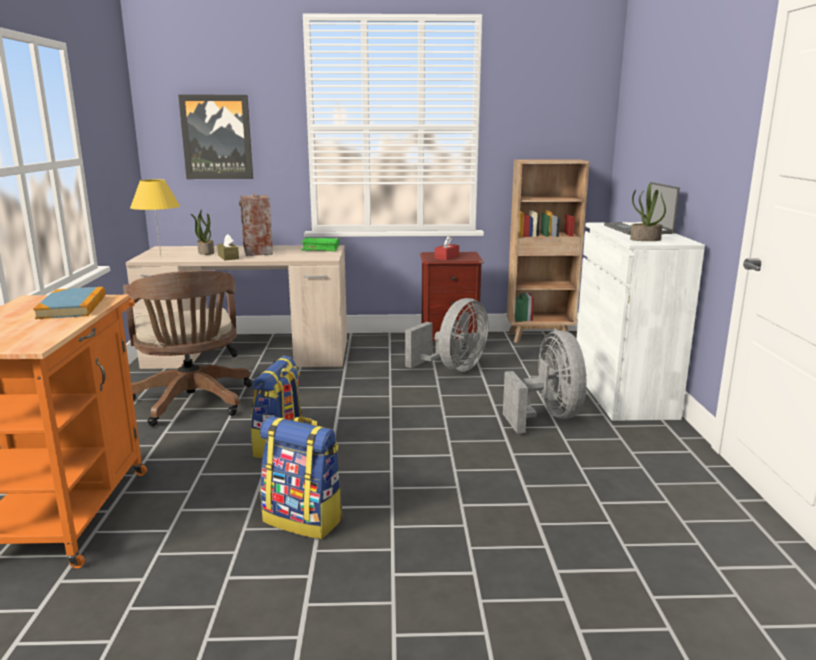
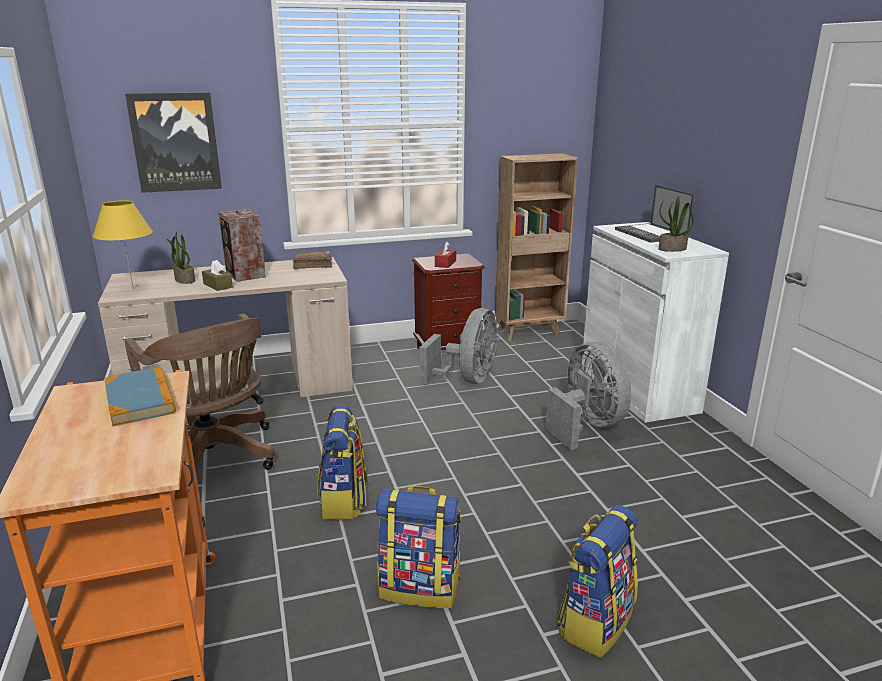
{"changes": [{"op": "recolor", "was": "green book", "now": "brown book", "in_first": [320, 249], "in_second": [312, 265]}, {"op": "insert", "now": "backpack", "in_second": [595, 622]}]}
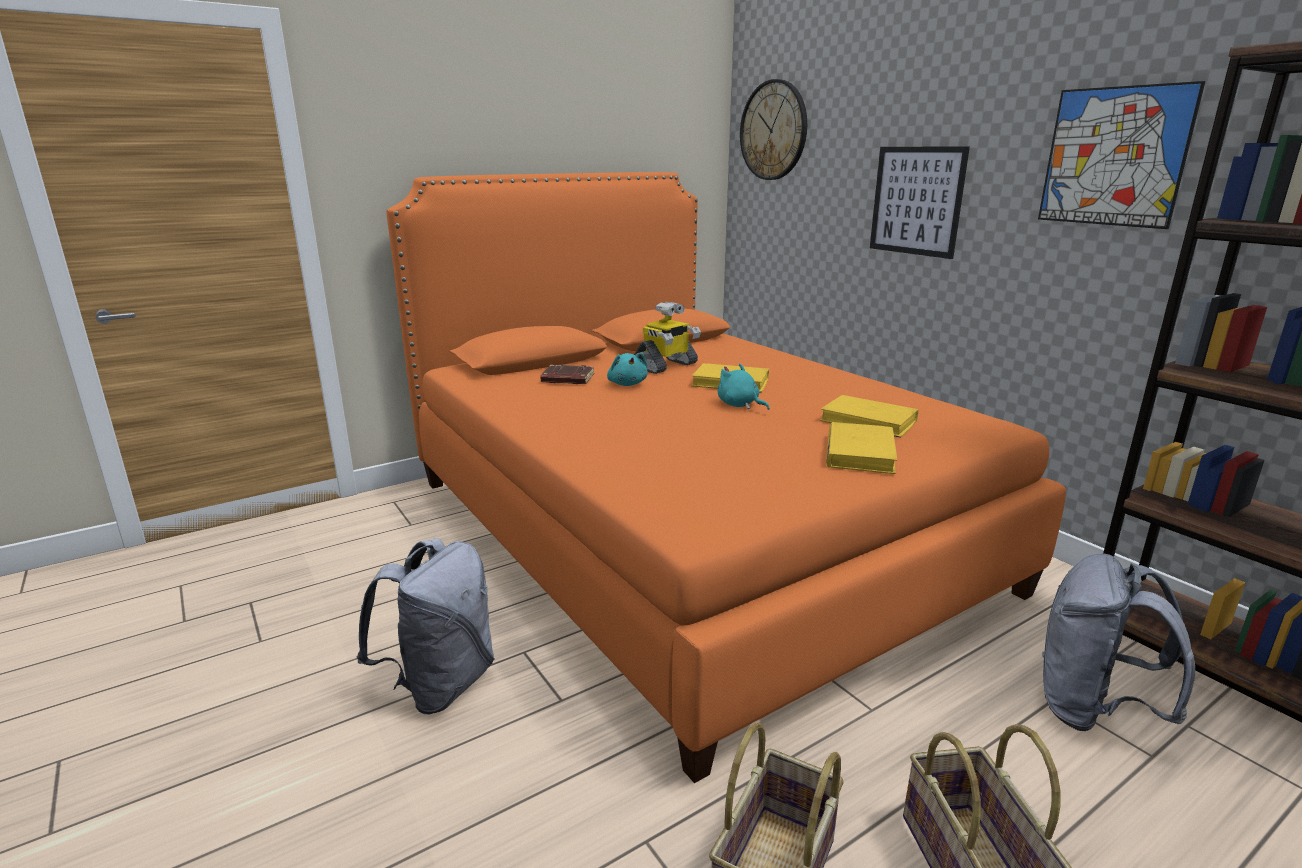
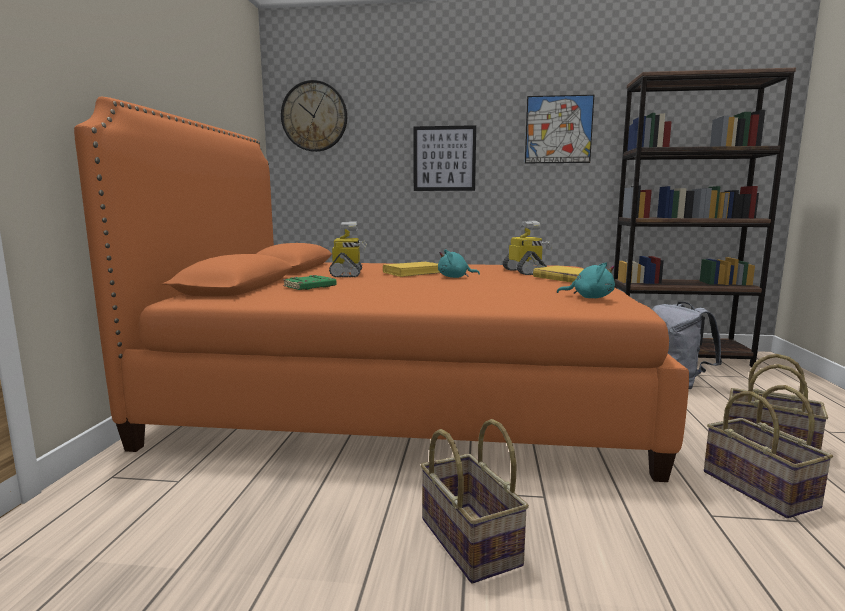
{"changes": [{"op": "replace", "was": "grey backpack", "now": "basket", "in_first": [441, 685], "in_second": [467, 541]}, {"op": "recolor", "was": "brown book", "now": "green book", "in_first": [567, 379], "in_second": [310, 287]}, {"op": "move", "was": "turquoise plush toy", "in_first": [627, 384], "in_second": [589, 297]}, {"op": "replace", "was": "yellow book", "now": "toy robot", "in_first": [869, 421], "in_second": [525, 272]}]}
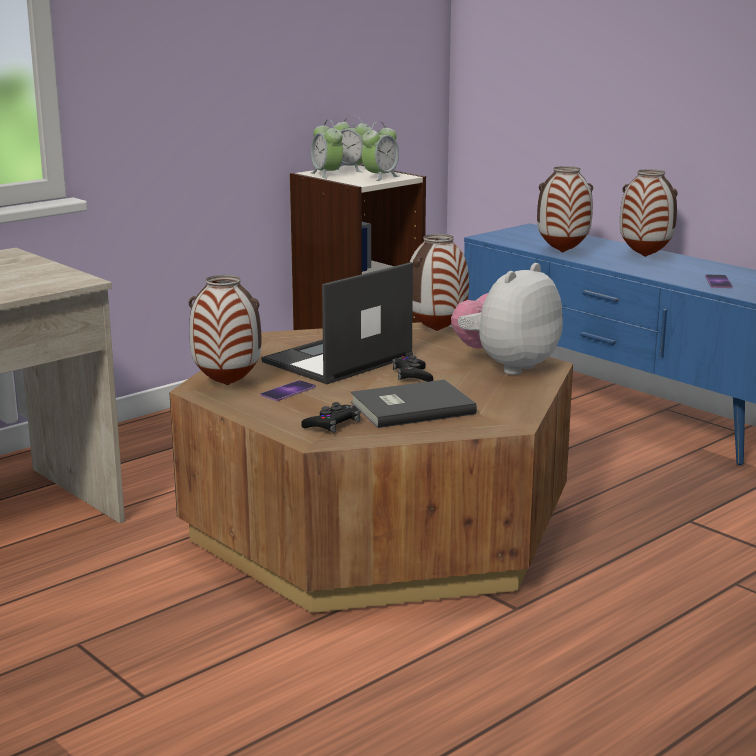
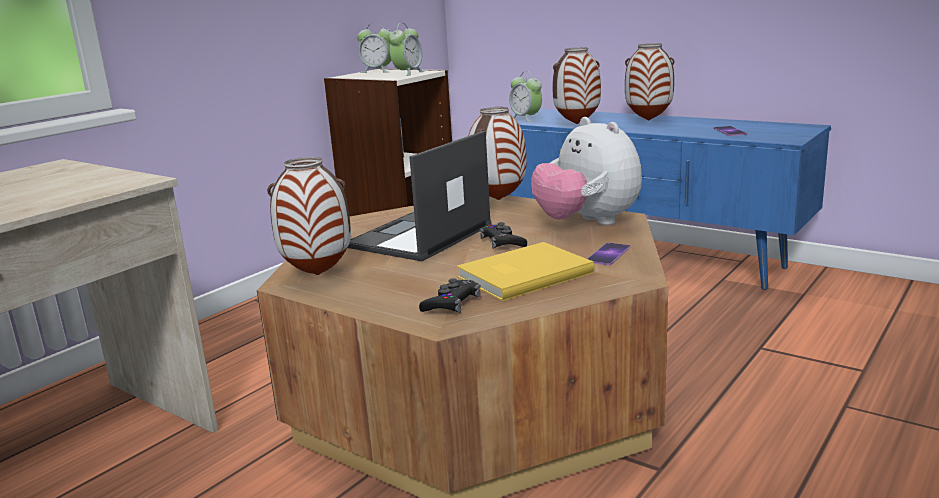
{"changes": [{"op": "move", "was": "phone", "in_first": [288, 391], "in_second": [608, 254]}, {"op": "move", "was": "alarm clock", "in_first": [327, 174], "in_second": [526, 119]}, {"op": "recolor", "was": "grey book", "now": "yellow book", "in_first": [409, 407], "in_second": [521, 274]}, {"op": "rotate", "was": "plush toy", "in_first": [507, 366], "in_second": [587, 223], "clockwise": -60}]}
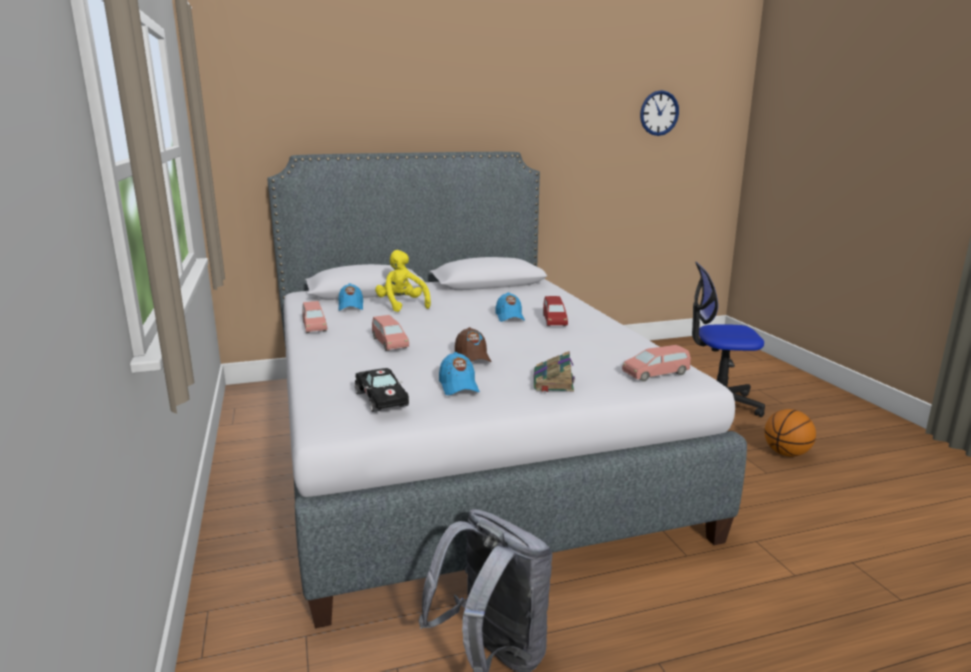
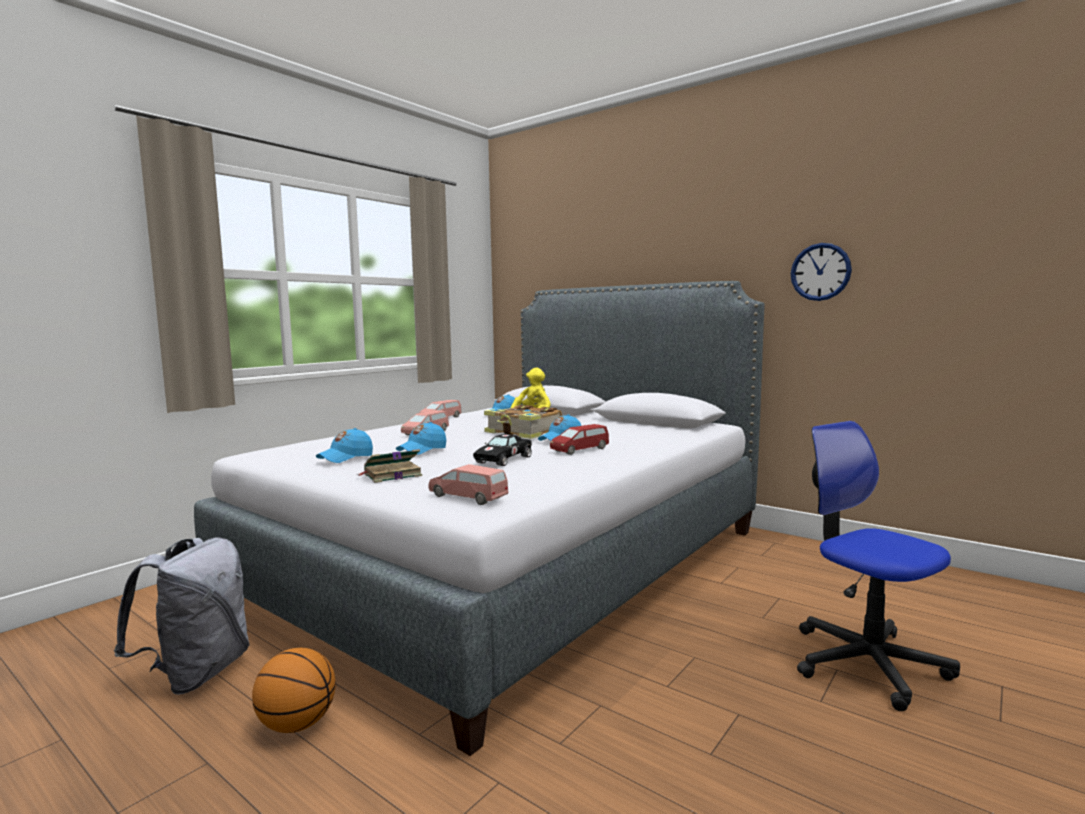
{"changes": [{"op": "move", "was": "black toy car", "in_first": [381, 398], "in_second": [504, 459]}, {"op": "recolor", "was": "brown cap", "now": "blue cap", "in_first": [472, 357], "in_second": [422, 450]}, {"op": "move", "was": "wall clock", "in_first": [659, 113], "in_second": [820, 272]}, {"op": "move", "was": "basketball", "in_first": [786, 453], "in_second": [297, 724]}, {"op": "insert", "now": "book", "in_second": [523, 433]}]}
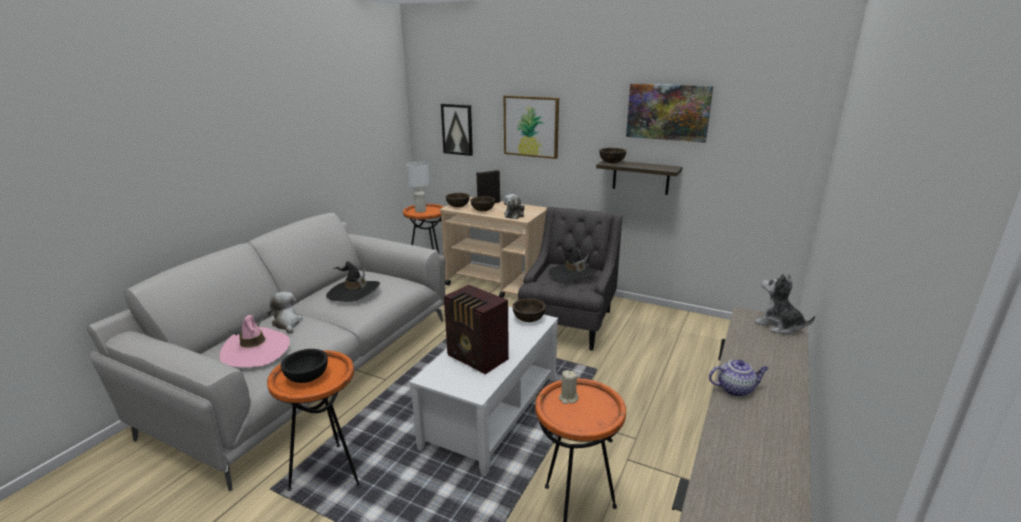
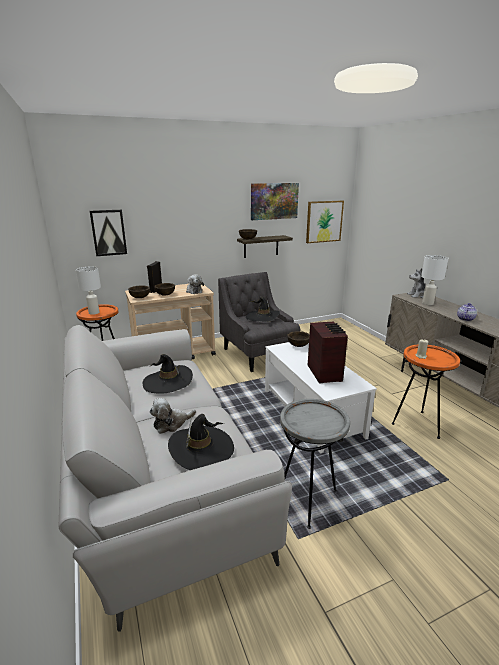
{"changes": [{"op": "recolor", "was": "pink hat", "now": "black hat", "in_first": [255, 351], "in_second": [201, 449]}, {"op": "rotate", "was": "plush toy", "in_first": [287, 323], "in_second": [171, 423], "clockwise": -45}, {"op": "recolor", "was": "orange side table", "now": "grey side table", "in_first": [329, 473], "in_second": [308, 501]}, {"op": "delete", "was": "black bowl", "in_first": [307, 377]}, {"op": "rotate", "was": "radio", "in_first": [477, 358], "in_second": [325, 373], "clockwise": -90}, {"op": "move", "was": "picture", "in_first": [531, 126], "in_second": [324, 221]}, {"op": "insert", "now": "white table lamp", "in_second": [427, 303]}]}
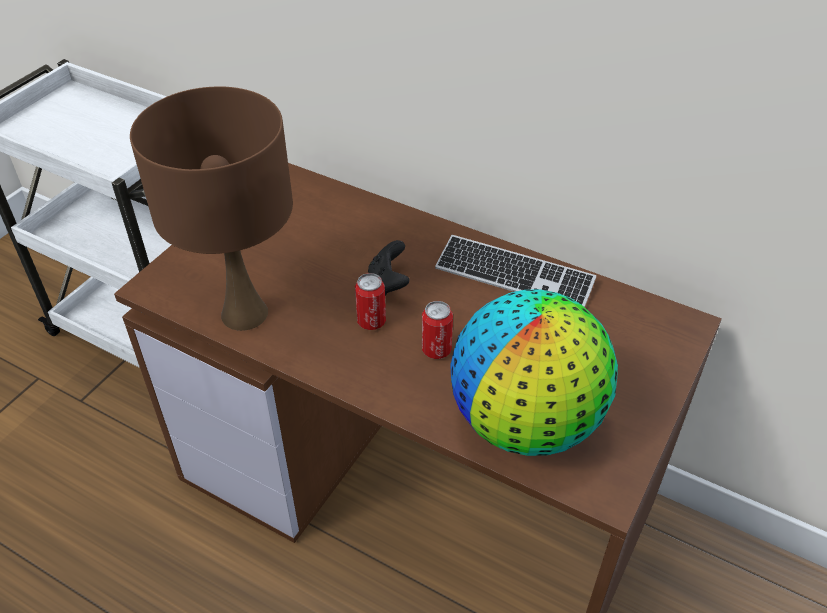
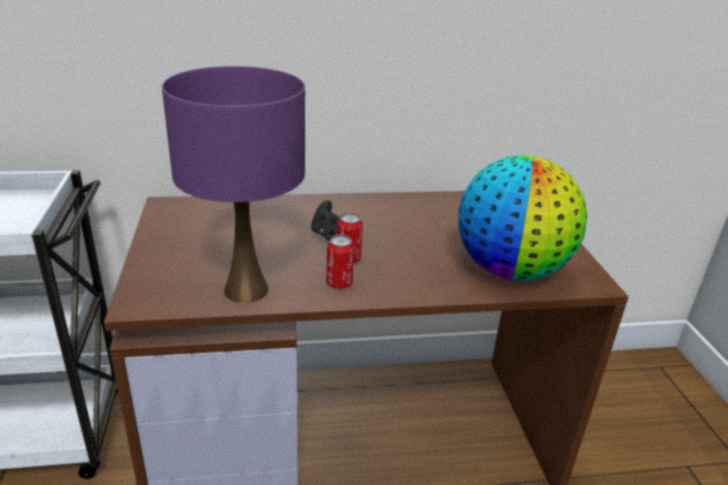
{"changes": [{"op": "recolor", "was": "brown table lamp", "now": "purple table lamp", "in_first": [243, 314], "in_second": [245, 290]}, {"op": "move", "was": "can", "in_first": [436, 350], "in_second": [339, 283]}, {"op": "delete", "was": "keyboard", "in_first": [514, 276]}]}
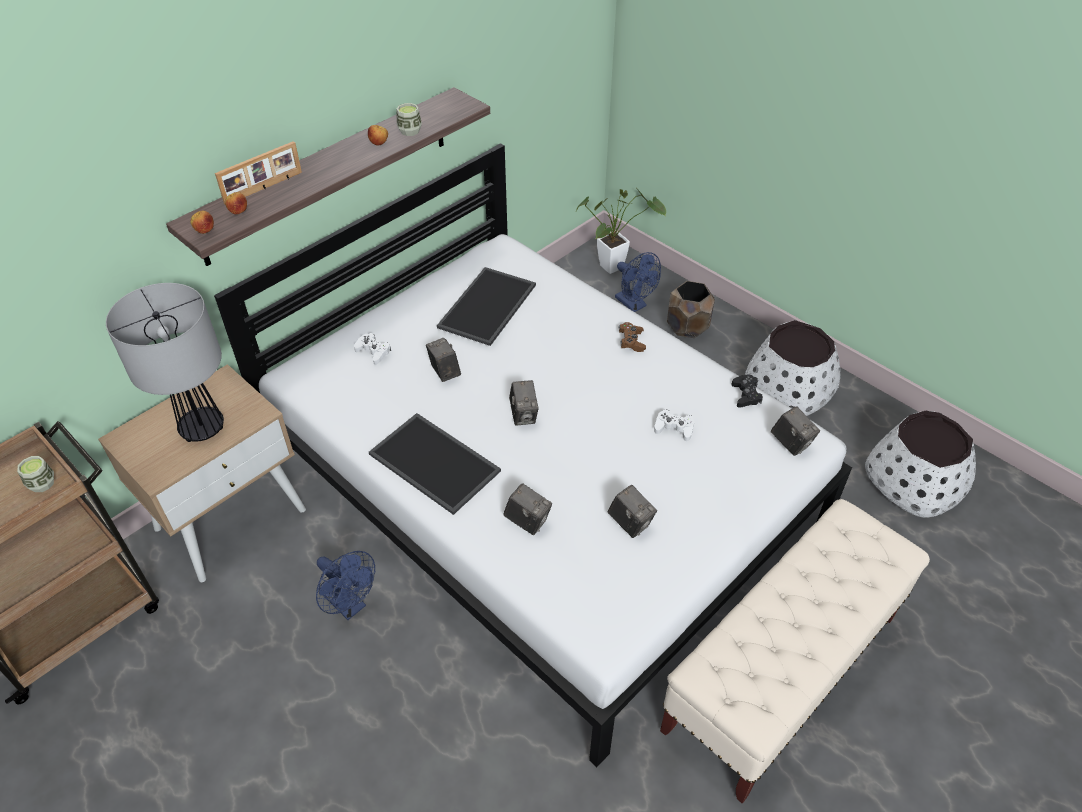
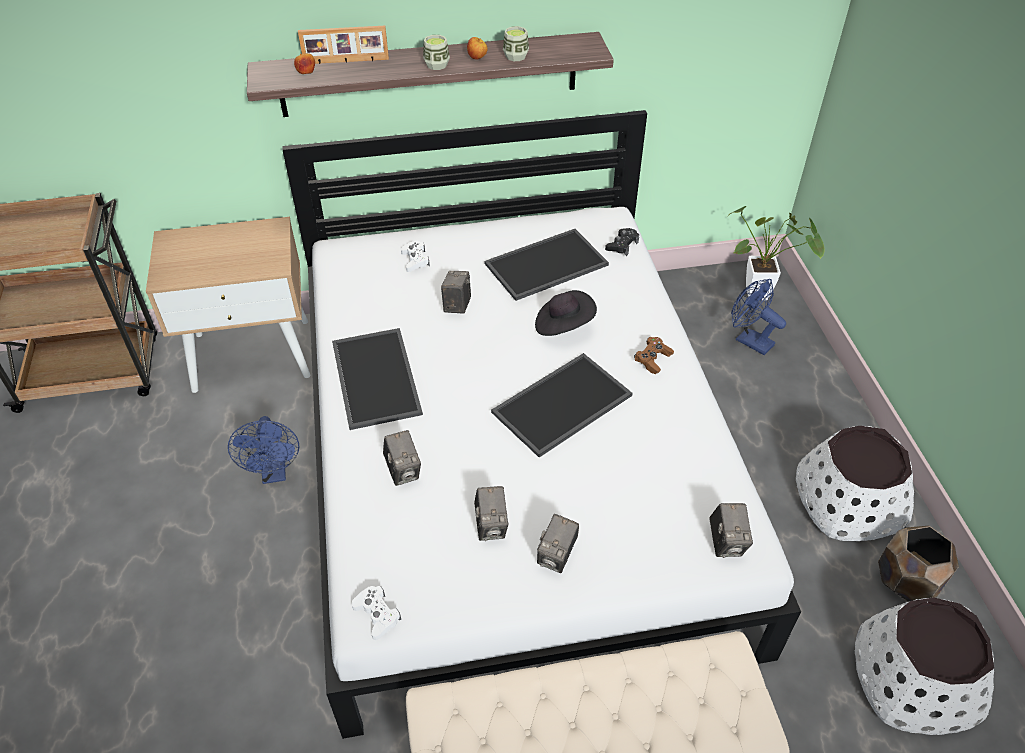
{"changes": [{"op": "move", "was": "cup", "in_first": [42, 483], "in_second": [437, 65]}, {"op": "delete", "was": "table lamp", "in_first": [202, 429]}, {"op": "delete", "was": "apple", "in_first": [205, 231]}, {"op": "move", "was": "photo camera", "in_first": [524, 415], "in_second": [557, 556]}, {"op": "rotate", "was": "blue fan", "in_first": [634, 304], "in_second": [749, 340], "clockwise": 135}, {"op": "move", "was": "white game controller", "in_first": [674, 428], "in_second": [377, 615]}, {"op": "move", "was": "brown planter", "in_first": [687, 326], "in_second": [907, 580]}, {"op": "move", "was": "black game controller", "in_first": [746, 395], "in_second": [622, 245]}, {"op": "insert", "now": "tray", "in_second": [562, 406]}, {"op": "insert", "now": "black hat", "in_second": [563, 325]}]}
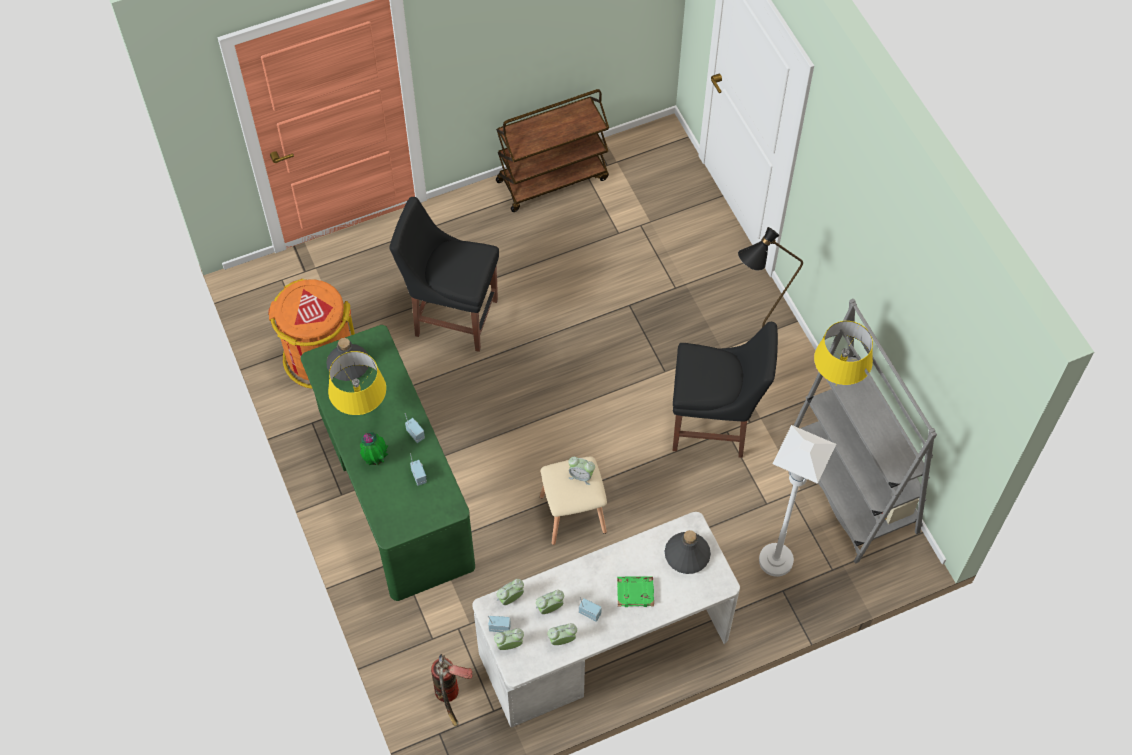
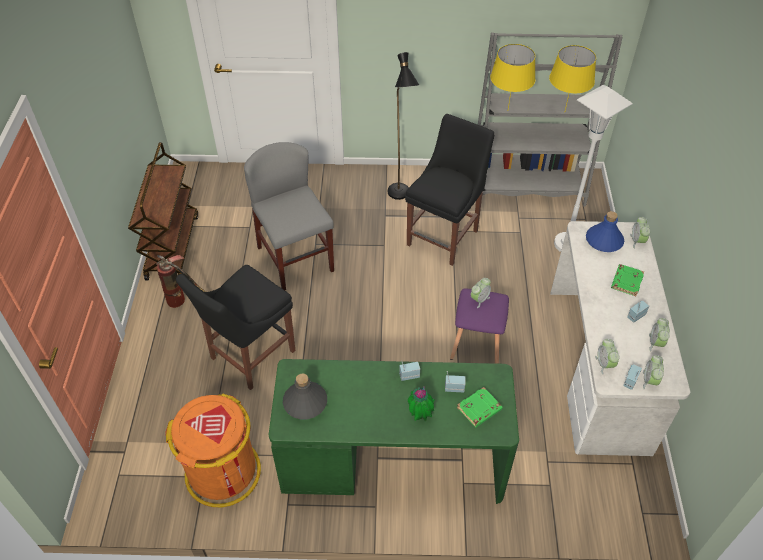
{"changes": [{"op": "move", "was": "yellow table lamp", "in_first": [362, 414], "in_second": [564, 112]}, {"op": "move", "was": "fire extinguisher", "in_first": [451, 699], "in_second": [183, 300]}, {"op": "move", "was": "alarm clock", "in_first": [549, 608], "in_second": [637, 241]}, {"op": "recolor", "was": "beige stool", "now": "purple stool", "in_first": [574, 513], "in_second": [476, 343]}, {"op": "recolor", "was": "grey bottle", "now": "blue bottle", "in_first": [687, 554], "in_second": [603, 241]}, {"op": "insert", "now": "grey chair", "in_second": [295, 259]}, {"op": "insert", "now": "green book", "in_second": [479, 409]}]}
